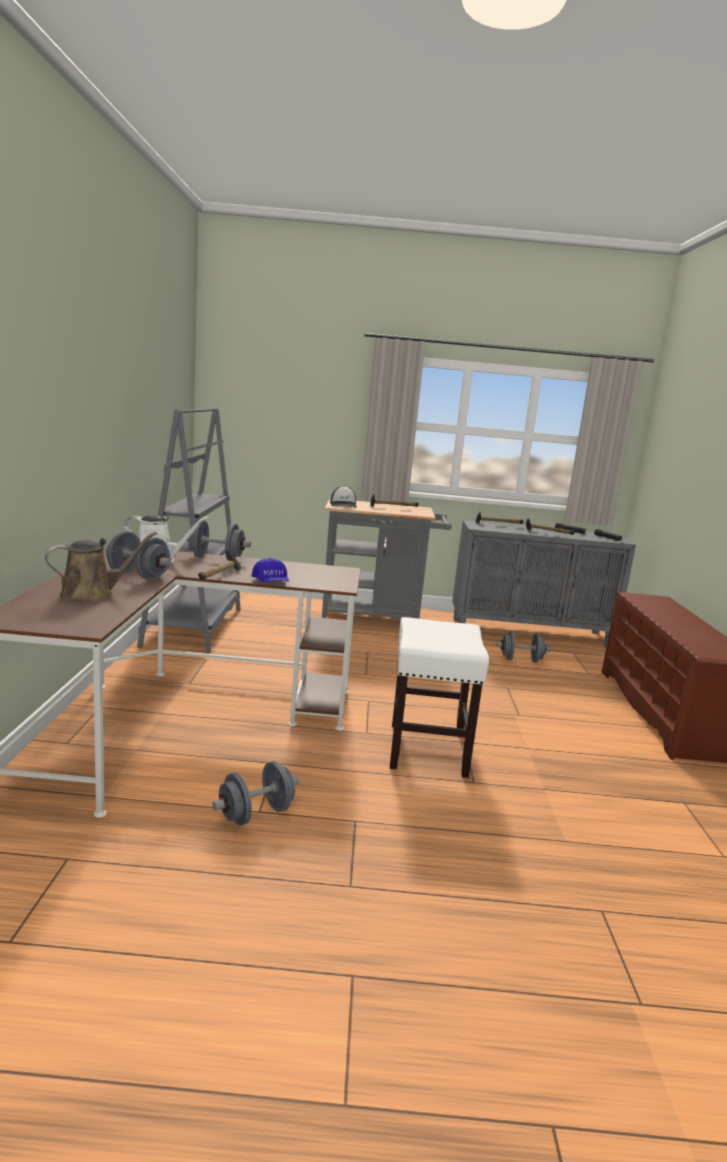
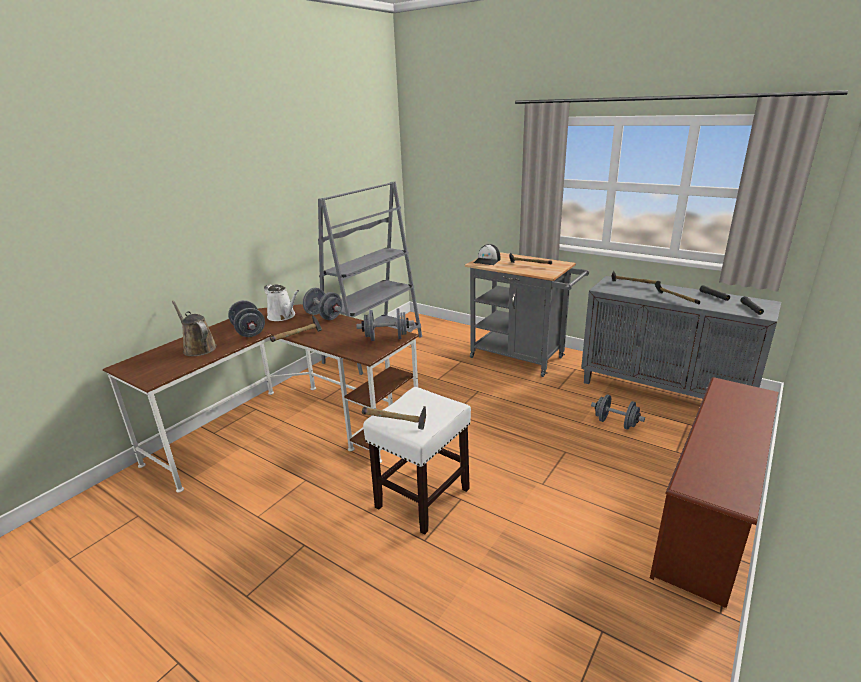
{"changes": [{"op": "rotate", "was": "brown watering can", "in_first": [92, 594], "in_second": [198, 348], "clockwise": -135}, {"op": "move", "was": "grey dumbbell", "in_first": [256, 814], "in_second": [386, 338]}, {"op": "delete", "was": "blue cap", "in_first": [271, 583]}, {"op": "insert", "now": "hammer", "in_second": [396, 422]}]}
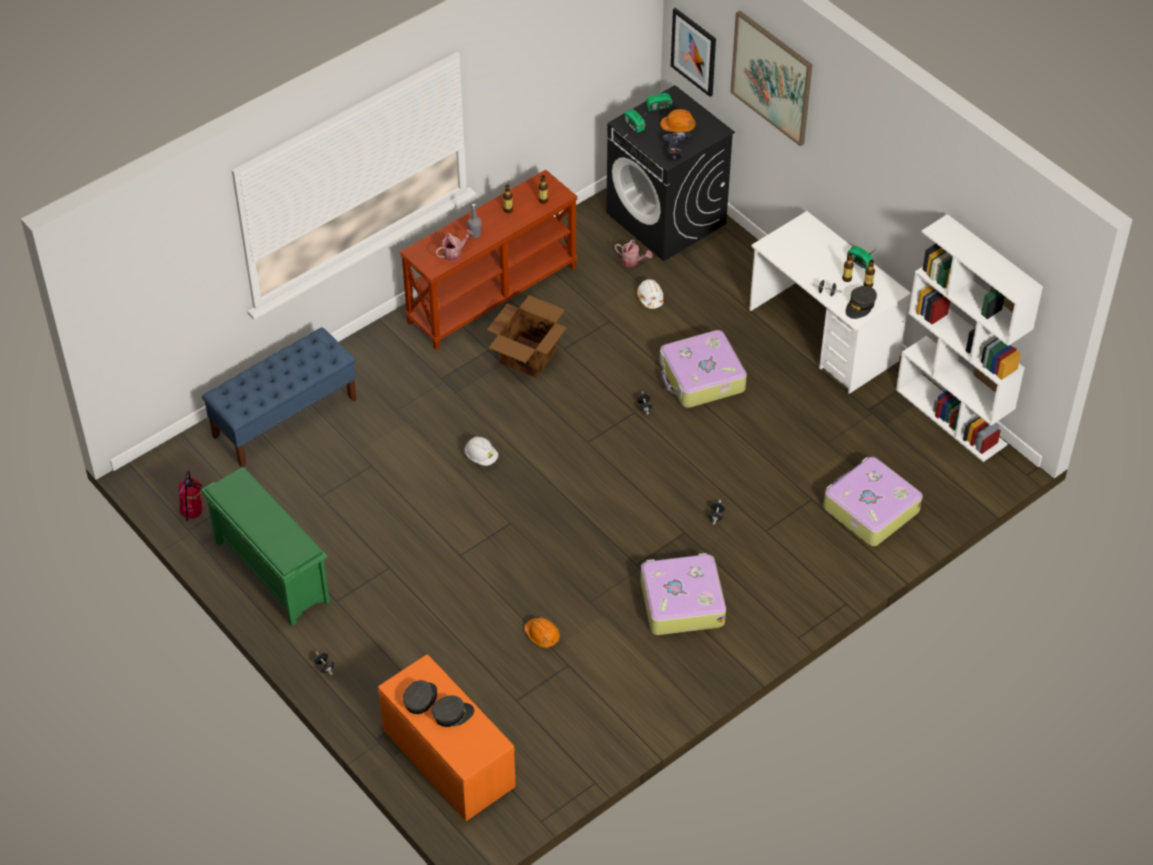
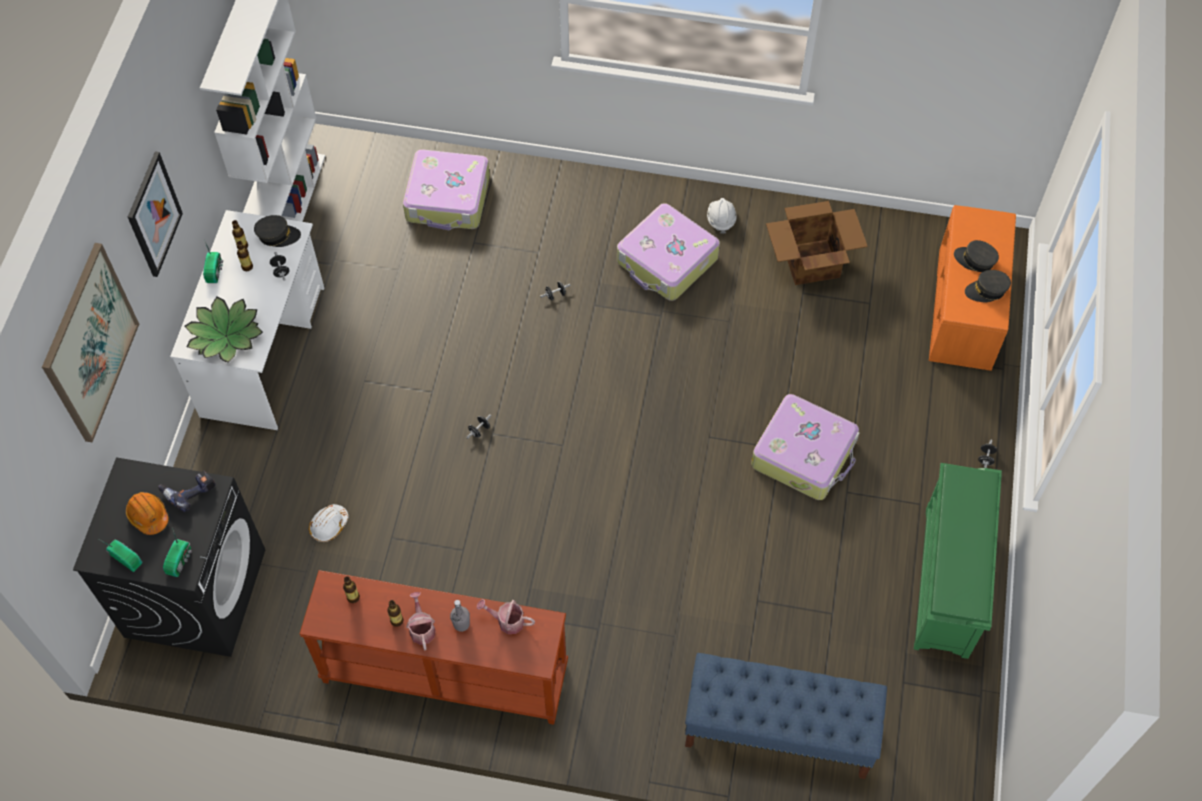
{"changes": [{"op": "delete", "was": "fire extinguisher", "in_first": [193, 514]}, {"op": "move", "was": "white hard hat", "in_first": [481, 457], "in_second": [721, 219]}, {"op": "move", "was": "cardboard box", "in_first": [528, 356], "in_second": [810, 261]}, {"op": "delete", "was": "orange hard hat", "in_first": [542, 635]}, {"op": "move", "was": "watering can", "in_first": [632, 261], "in_second": [422, 628]}, {"op": "move", "was": "suitcase", "in_first": [701, 378], "in_second": [804, 454]}, {"op": "move", "was": "picture", "in_first": [694, 51], "in_second": [153, 214]}, {"op": "insert", "now": "potted plant", "in_second": [226, 336]}]}
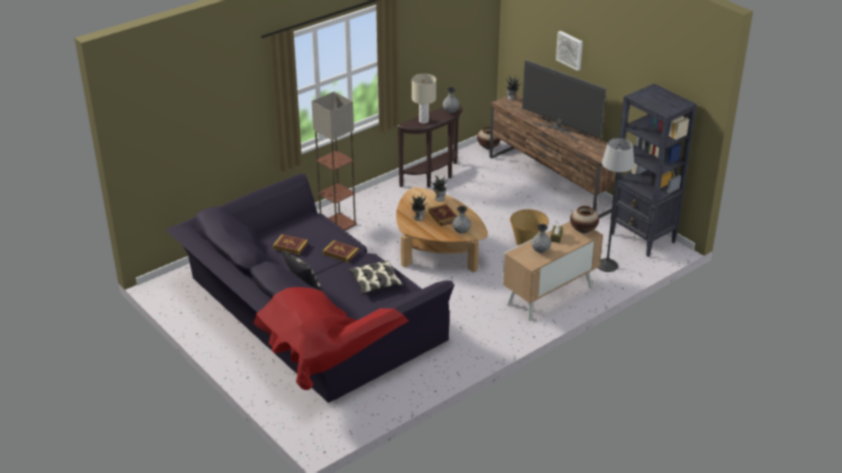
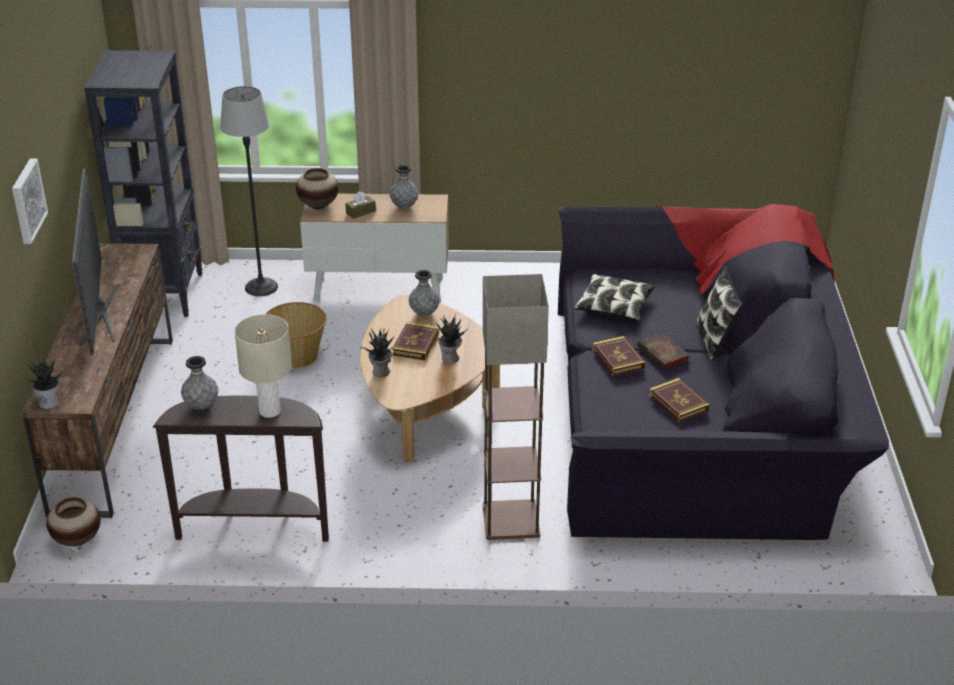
{"changes": [{"op": "insert", "now": "book", "in_second": [664, 354]}]}
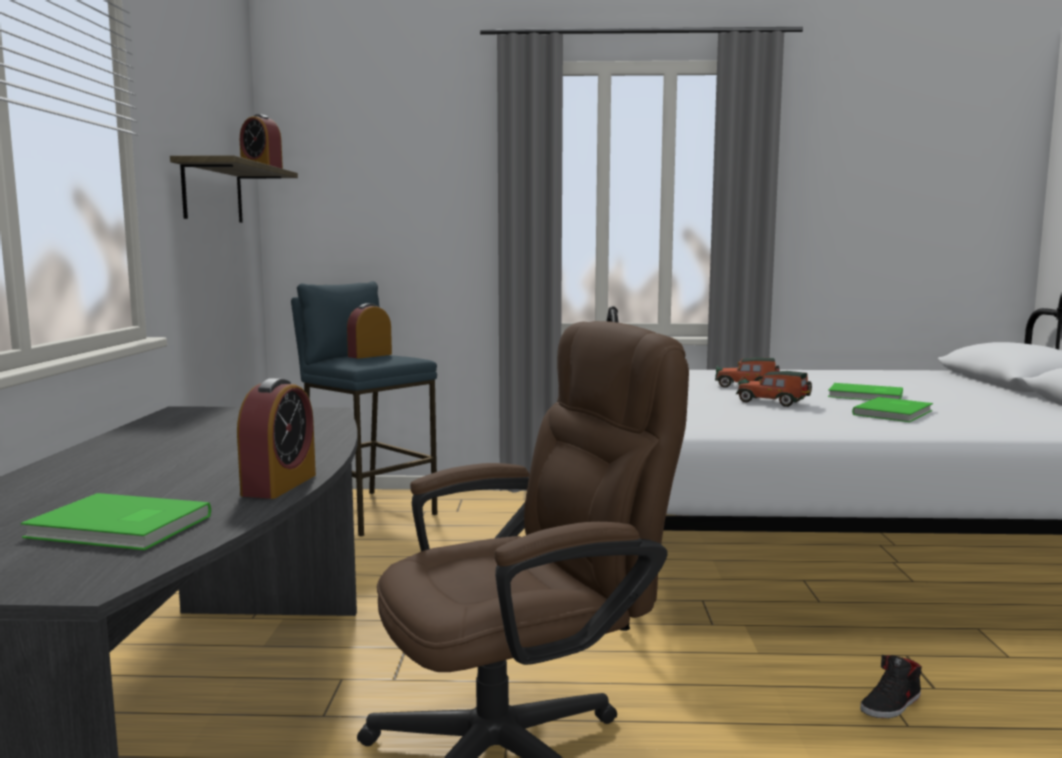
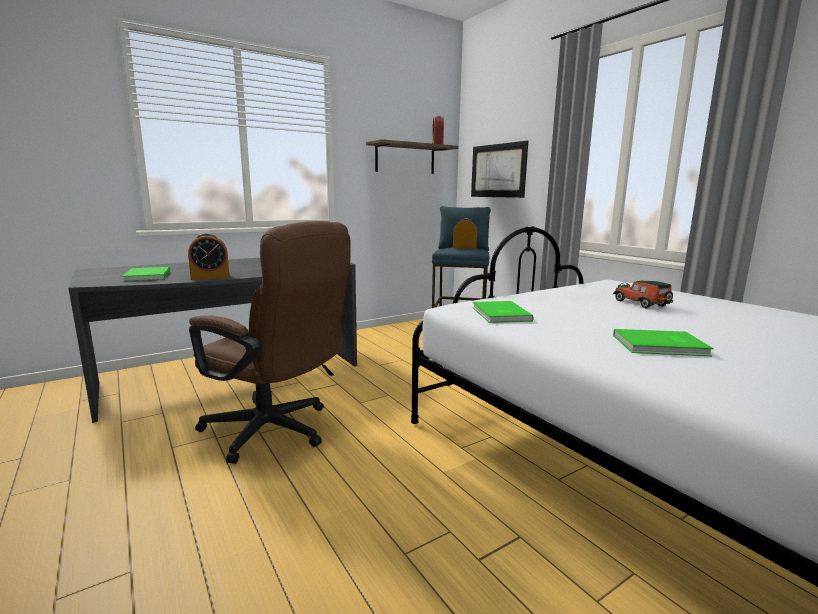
{"changes": [{"op": "delete", "was": "toy car", "in_first": [774, 402]}, {"op": "move", "was": "green book", "in_first": [866, 396], "in_second": [499, 314]}, {"op": "delete", "was": "black shoe", "in_first": [891, 705]}, {"op": "insert", "now": "picture", "in_second": [497, 170]}]}
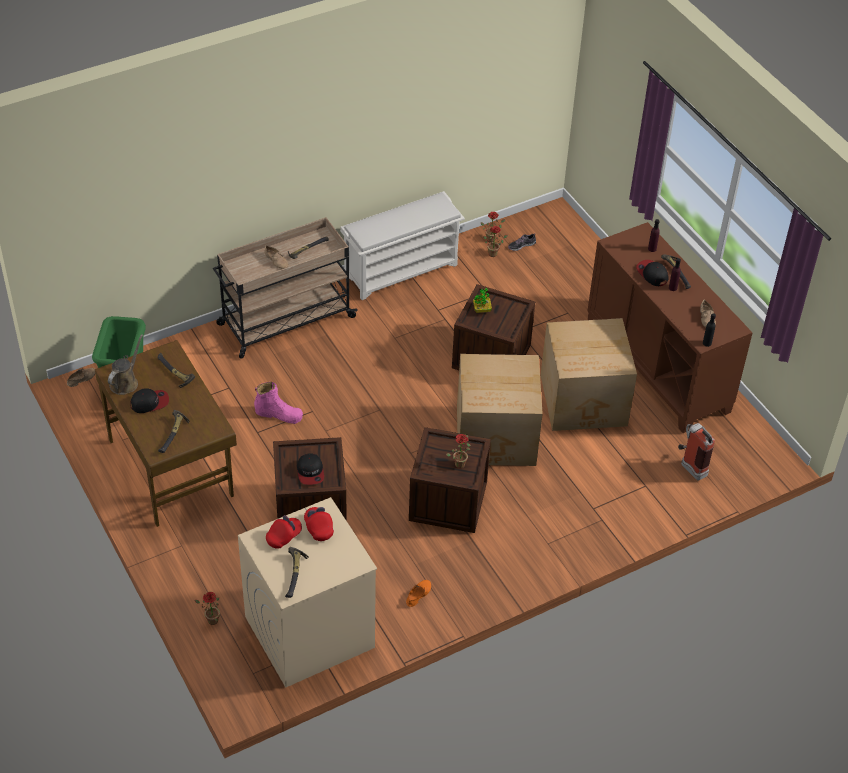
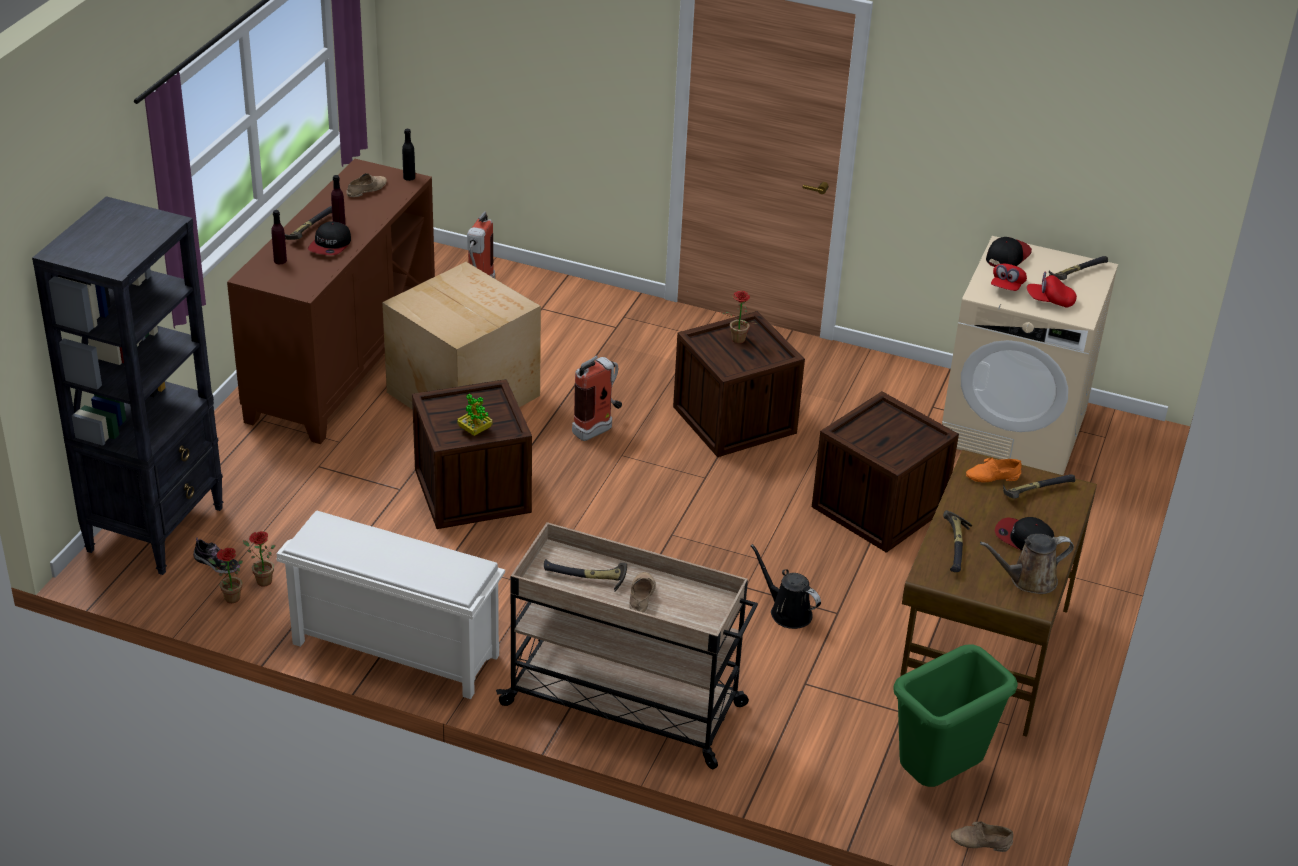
{"changes": [{"op": "delete", "was": "potted plant", "in_first": [210, 620]}, {"op": "replace", "was": "pink boot", "now": "black watering can", "in_first": [279, 414], "in_second": [787, 612]}, {"op": "move", "was": "cap", "in_first": [310, 472], "in_second": [1007, 256]}, {"op": "move", "was": "orange shoe", "in_first": [418, 594], "in_second": [993, 477]}, {"op": "replace", "was": "cardboard box", "now": "fire extinguisher", "in_first": [497, 436], "in_second": [598, 429]}, {"op": "insert", "now": "black bookcase", "in_second": [156, 528]}]}
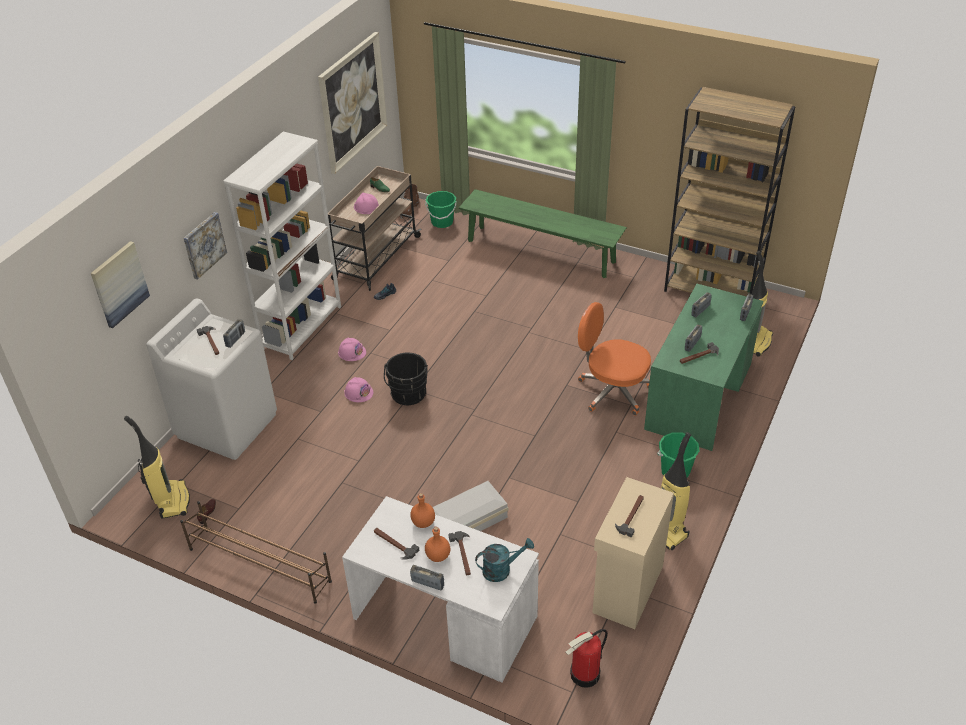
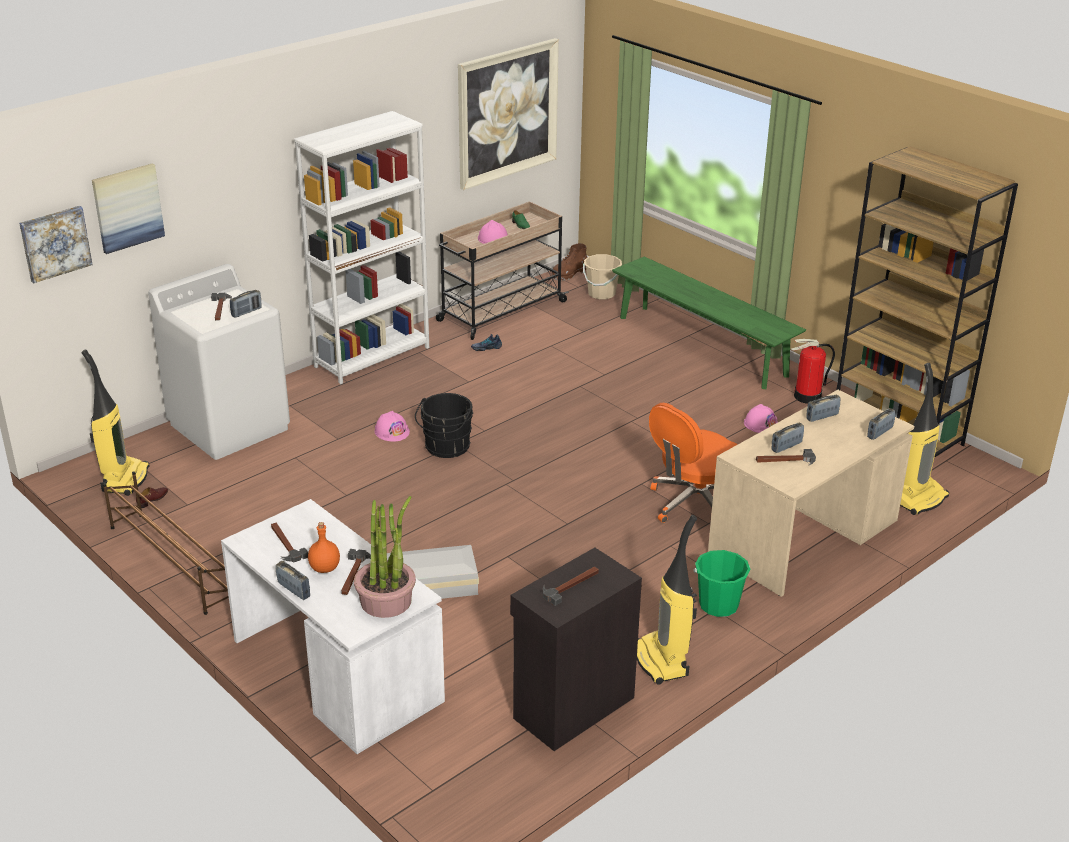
{"changes": [{"op": "move", "was": "picture", "in_first": [204, 245], "in_second": [55, 243]}, {"op": "move", "was": "pink hard hat", "in_first": [352, 352], "in_second": [761, 424]}, {"op": "delete", "was": "orange bottle", "in_first": [423, 523]}, {"op": "recolor", "was": "green bucket", "now": "beige bucket", "in_first": [442, 222], "in_second": [601, 294]}, {"op": "replace", "was": "turquoise watering can", "now": "potted plant", "in_first": [501, 569], "in_second": [386, 600]}, {"op": "move", "was": "fire extinguisher", "in_first": [585, 674], "in_second": [807, 397]}, {"op": "rotate", "was": "orange office chair", "in_first": [612, 391], "in_second": [695, 503], "clockwise": -90}, {"op": "recolor", "was": "beige cabinet", "now": "black cabinet", "in_first": [626, 589], "in_second": [572, 707]}, {"op": "recolor", "was": "green desk", "now": "beige desk", "in_first": [699, 397], "in_second": [804, 537]}]}
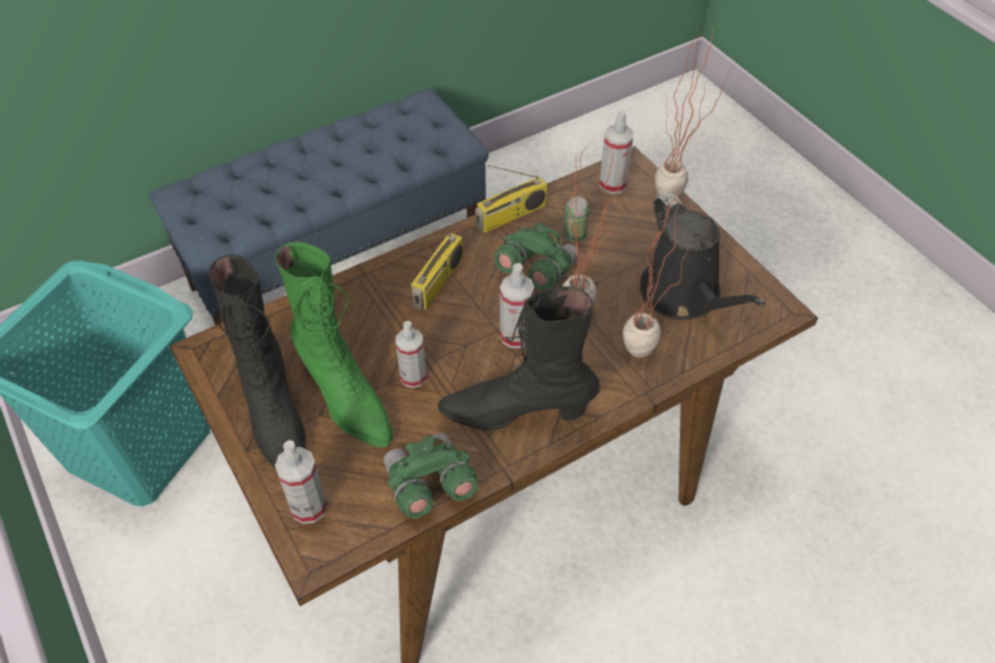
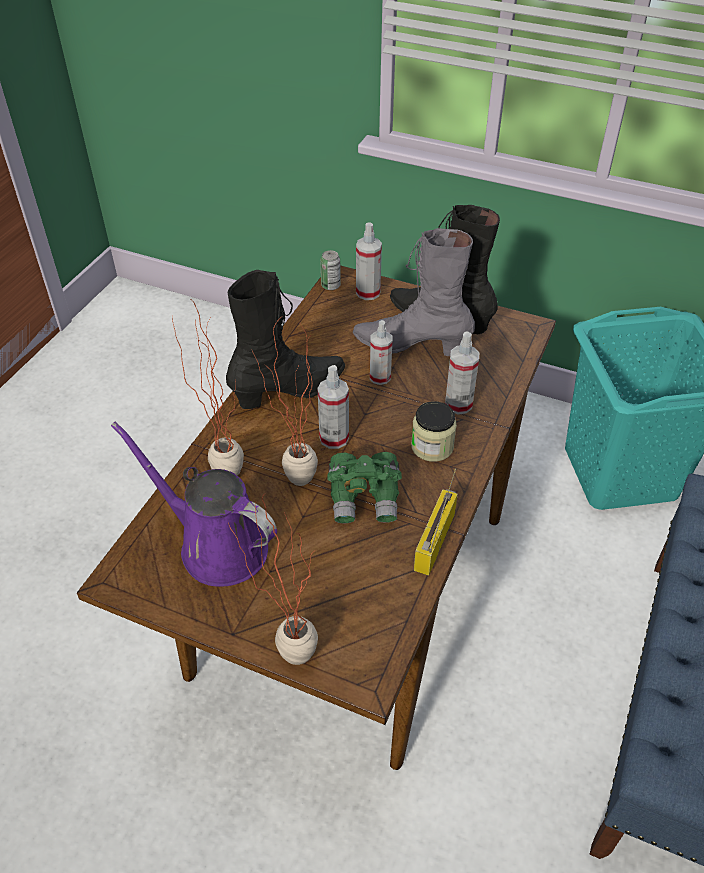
{"changes": [{"op": "recolor", "was": "green boot", "now": "grey boot", "in_first": [344, 397], "in_second": [411, 346]}, {"op": "delete", "was": "green binoculars", "in_first": [429, 486]}, {"op": "replace", "was": "radio", "now": "jar", "in_first": [438, 282], "in_second": [432, 446]}, {"op": "move", "was": "can", "in_first": [574, 235], "in_second": [330, 286]}, {"op": "move", "was": "spray bottle", "in_first": [612, 184], "in_second": [458, 404]}, {"op": "recolor", "was": "black watering can", "now": "purple watering can", "in_first": [684, 295], "in_second": [216, 545]}]}
